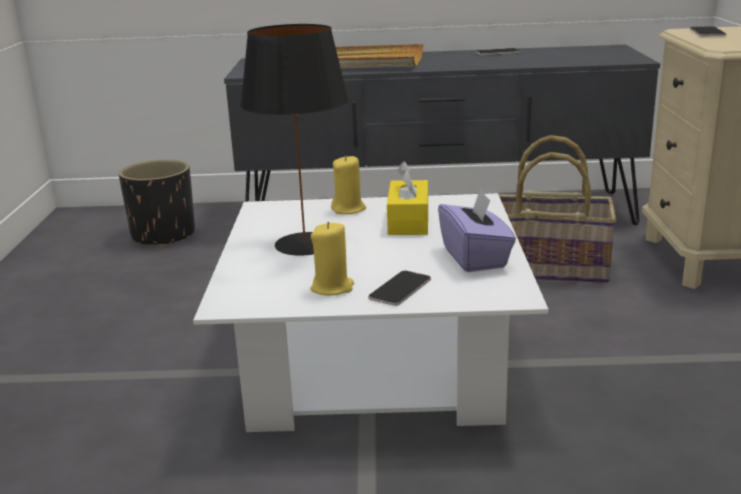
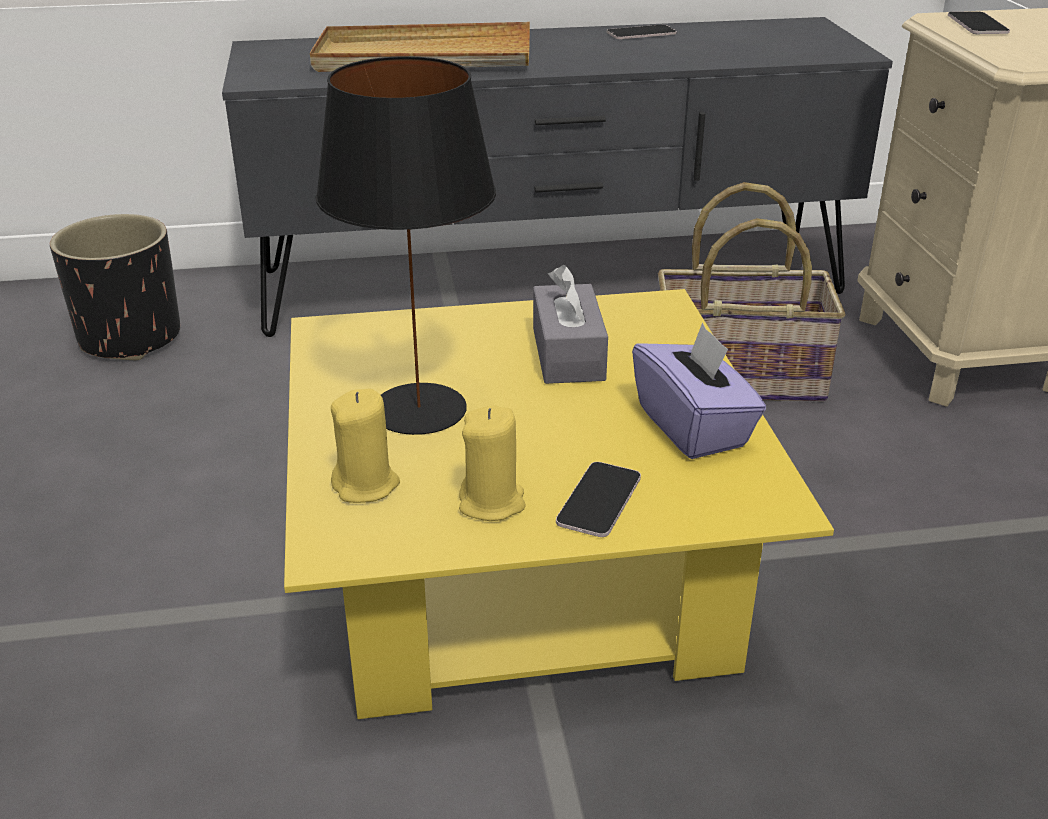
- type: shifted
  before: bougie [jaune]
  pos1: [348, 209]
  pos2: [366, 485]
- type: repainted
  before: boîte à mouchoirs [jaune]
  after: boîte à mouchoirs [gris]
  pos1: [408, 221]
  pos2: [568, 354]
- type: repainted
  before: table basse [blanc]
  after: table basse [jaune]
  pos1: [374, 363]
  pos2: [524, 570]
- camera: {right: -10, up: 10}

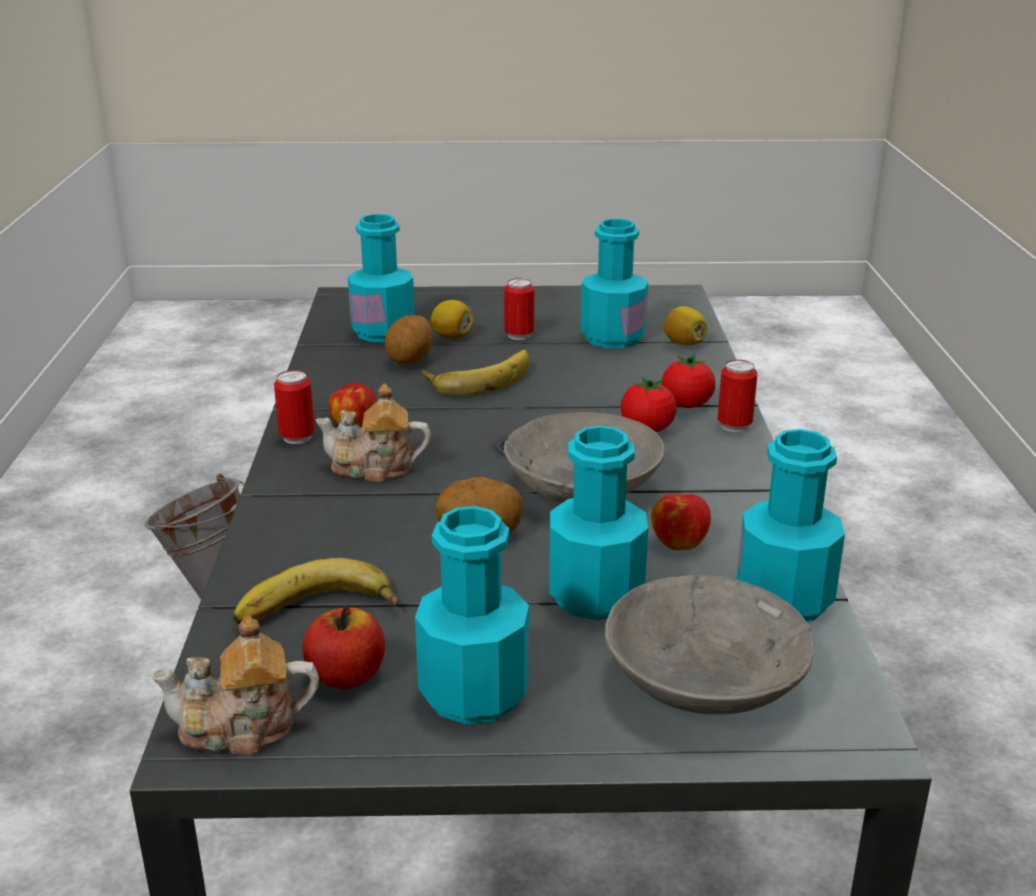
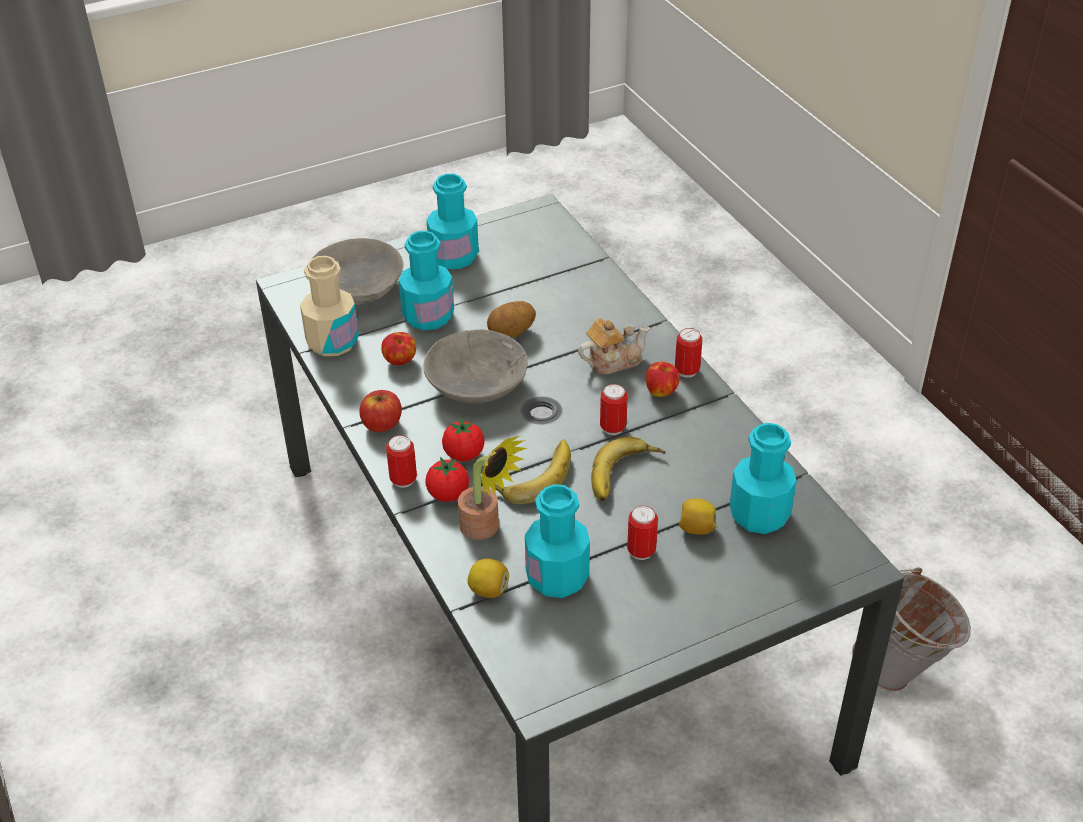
- type: gone
  before: pomme de terre
  pos1: [410, 360]
- type: repainted
  before: bouteille [turquoise]
  after: bouteille [beige]
  pos1: [783, 599]
  pos2: [332, 342]
- type: shifted
  before: banane
  pos1: [318, 613]
  pos2: [533, 475]
- type: shifted
  before: pomme
  pos1: [346, 676]
  pos2: [382, 424]
- type: gone
  before: théière
  pos1: [240, 729]
- type: new
  after: boîte métallique
  pos2: [613, 428]
- type: new
  after: plante en pot
  pos2: [486, 529]
- camera: {right: 155, up: 15}

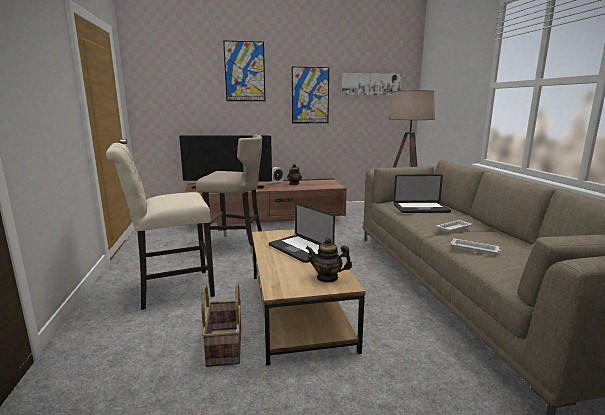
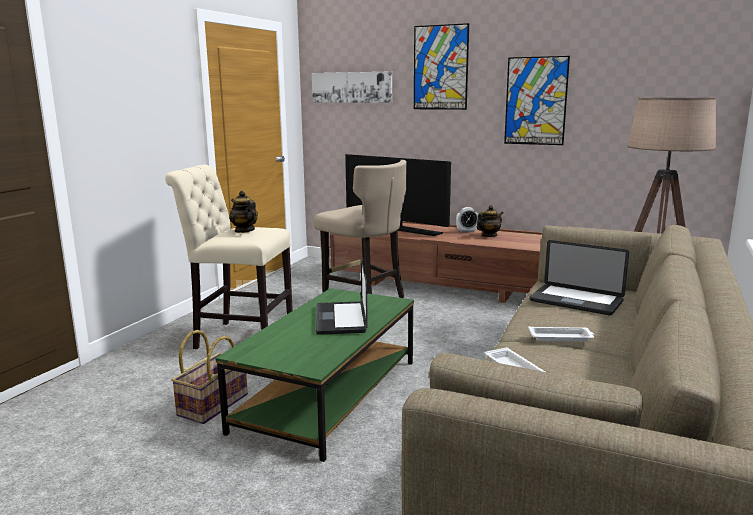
- type: shifted
  before: tableau
  pos1: [371, 84]
  pos2: [352, 87]
- type: repainted
  before: table basse [marron]
  after: table basse [vert]
  pos1: [298, 309]
  pos2: [329, 395]
- type: shifted
  before: théière
  pos1: [327, 277]
  pos2: [244, 230]
- camera: {right: 35, up: 0}

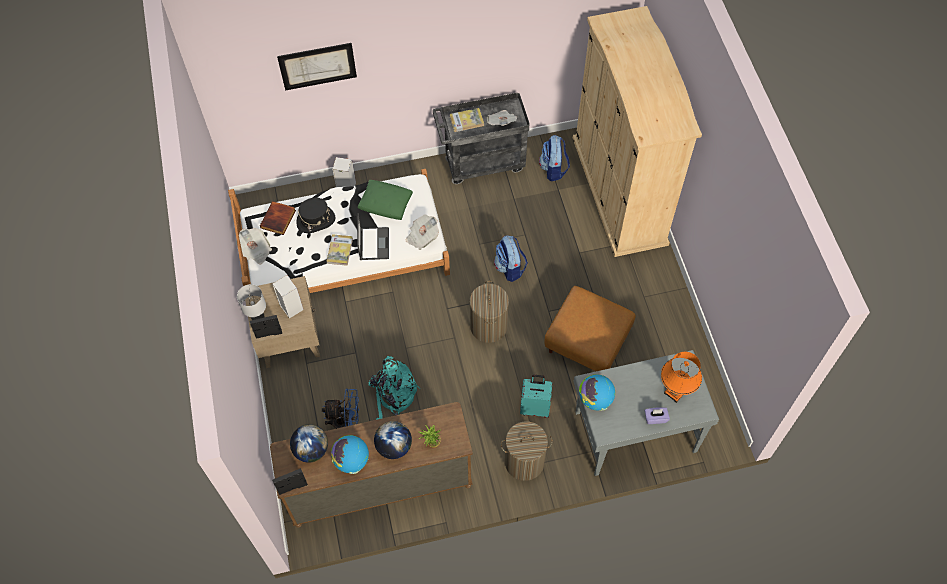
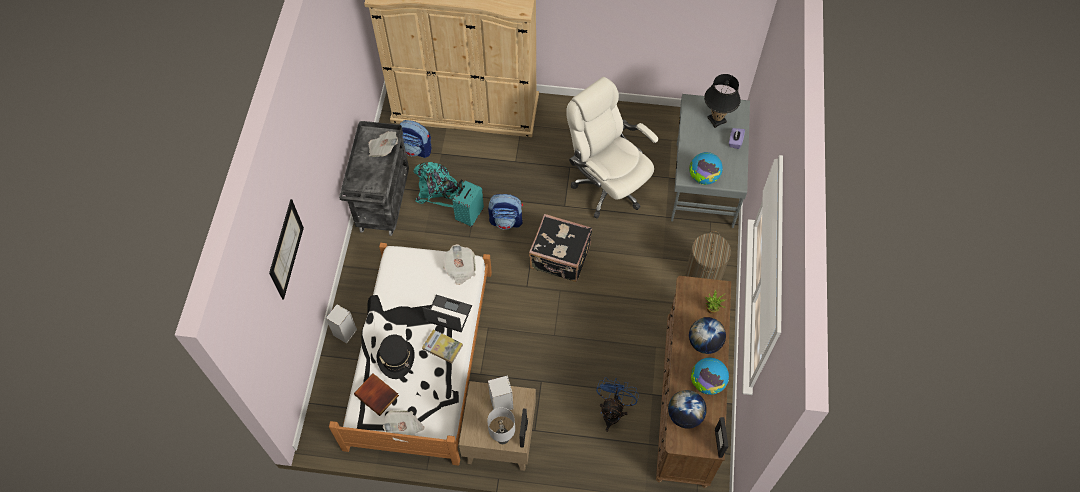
- type: gone
  before: livre
  pos1: [466, 121]
- type: gone
  before: coussin [vert]
  pos1: [386, 204]
- type: swapped
  before: panier à linge
  after: valise [noir]
  pos1: [488, 326]
  pos2: [560, 258]
- type: swapped
  before: pouf [marron]
  after: chaise de bureau [blanc]
  pos1: [588, 342]
  pos2: [607, 187]
- type: repainted
  before: lampe de table [orange]
  after: lampe de table [noir]
  pos1: [675, 392]
  pos2: [716, 120]
- type: shifted
  before: sac à dos [turquoise]
  pos1: [393, 394]
  pos2: [439, 192]
- type: shifted
  before: valise [turquoise]
  pos1: [535, 407]
  pos2: [469, 215]
- camera: {right: -70, up: 0}

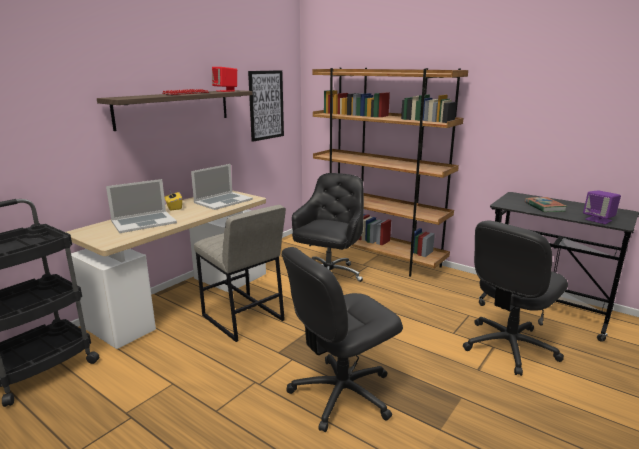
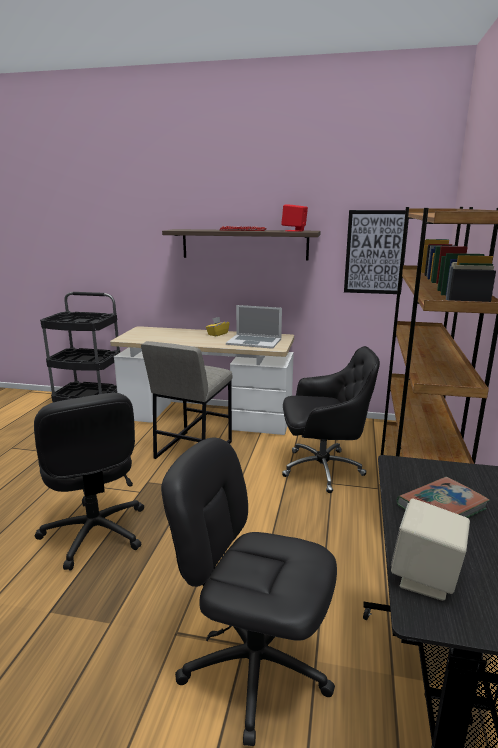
- type: gone
  before: ordinateur portable
  pos1: [144, 222]
- type: repainted
  before: enceinte [violet]
  after: enceinte [beige]
  pos1: [599, 220]
  pos2: [425, 579]
- type: rotated
  before: chaise de bureau [noir]
  pos1: [341, 394]
  pos2: [94, 532]
  turn: -150
- camera: {right: 65, up: 0}

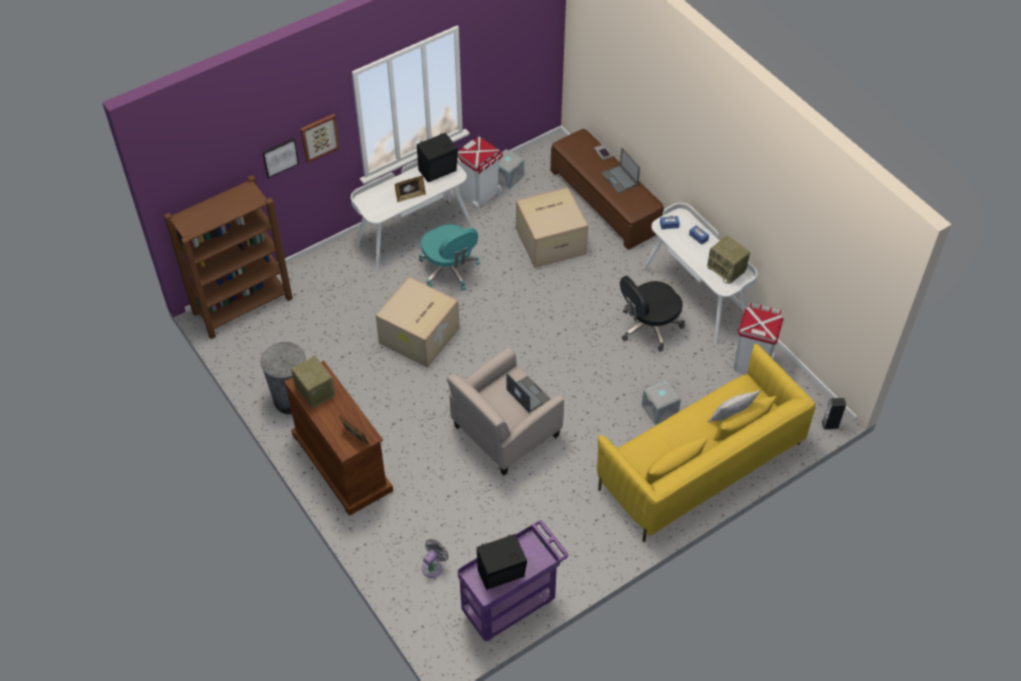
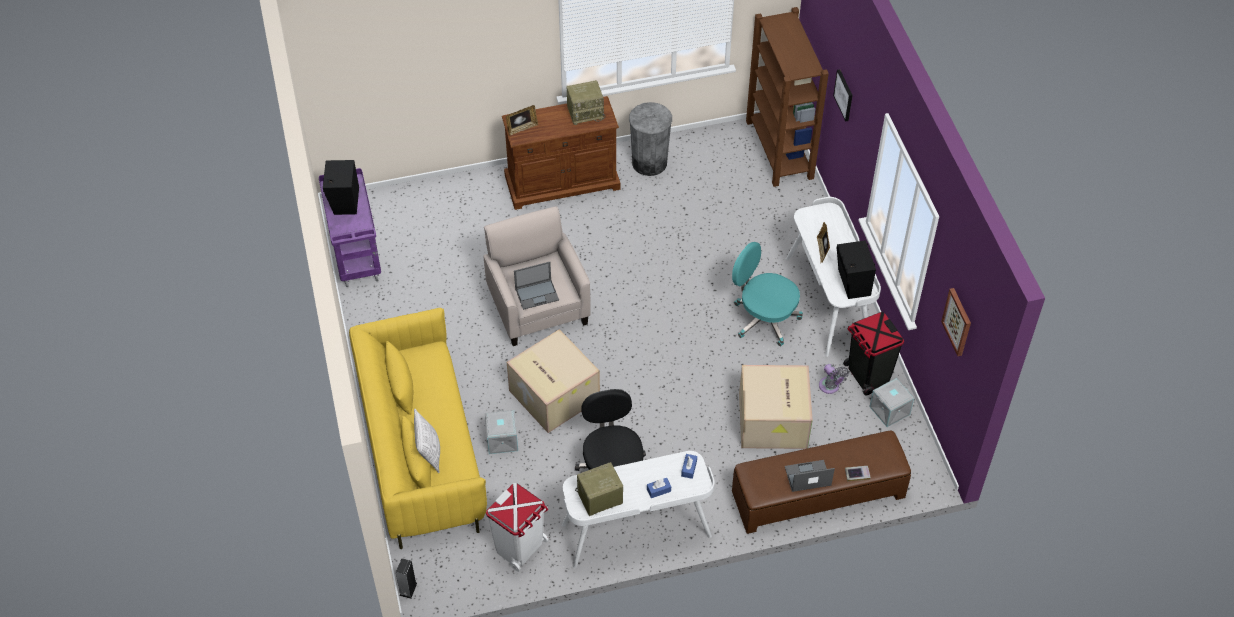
- type: shifted
  before: tableau
  pos1: [319, 137]
  pos2: [957, 321]
- type: repainted
  before: poubelle [blanc]
  after: poubelle [noir]
  pos1: [480, 195]
  pos2: [867, 376]
- type: rotated
  before: chaise de bureau [turquoise]
  pos1: [449, 270]
  pos2: [764, 318]
  turn: 45
- type: shifted
  before: carton
  pos1: [419, 336]
  pos2: [552, 394]
- type: shifted
  before: ventilateur [gris]
  pos1: [433, 566]
  pos2: [830, 387]
- camera: {right: 110, up: 0}

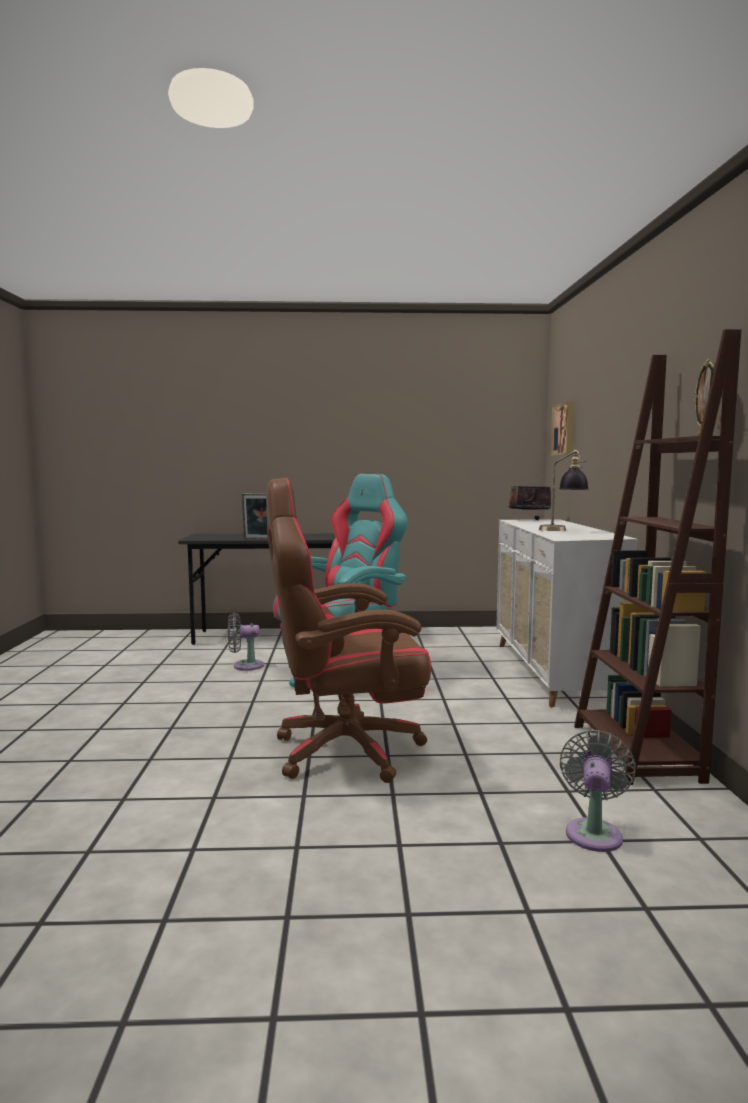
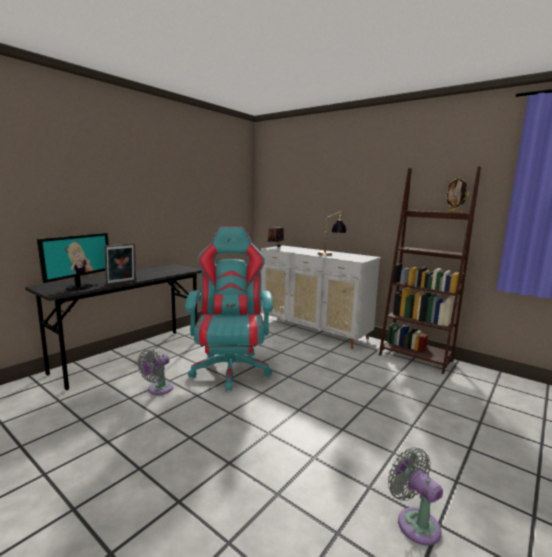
- type: gone
  before: tableau
  pos1: [565, 429]
- type: gone
  before: chaise de bureau [marron]
  pos1: [348, 750]
- type: shifted
  before: ventilateur [gris]
  pos1: [594, 832]
  pos2: [414, 522]
- type: new
  after: écran d'ordinateur
  pos2: [79, 287]
- camera: {right: -50, up: 5}

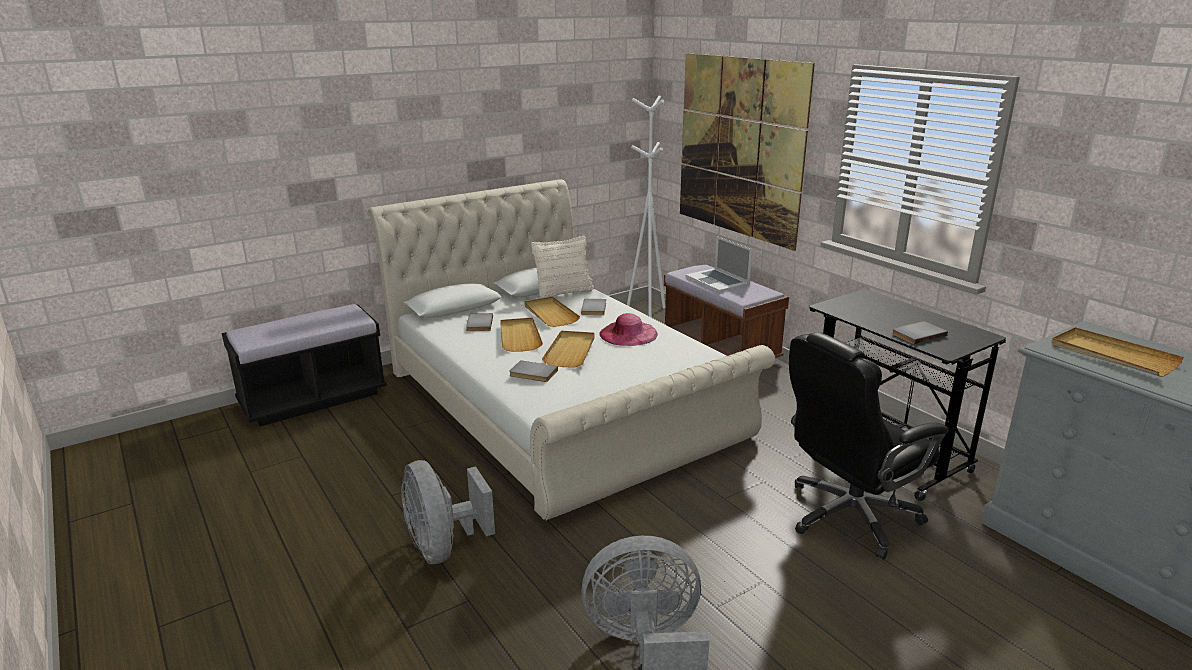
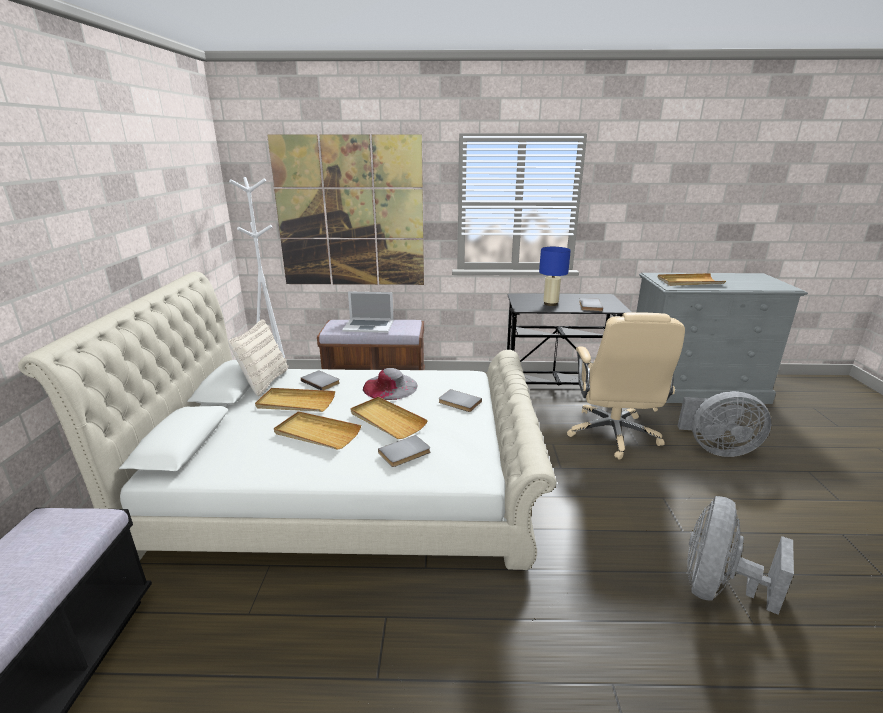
- type: shifted
  before: livre [gris]
  pos1: [478, 324]
  pos2: [459, 402]
- type: repainted
  before: chapeau [rose]
  after: chapeau [gris]
  pos1: [628, 334]
  pos2: [390, 387]
- type: repainted
  before: chaise de bureau [noir]
  after: chaise de bureau [beige]
  pos1: [849, 516]
  pos2: [613, 434]
- type: shifted
  before: ventilateur [gris]
  pos1: [443, 547]
  pos2: [716, 448]
- type: new
  after: lampe de table [bleu]
  pos2: [550, 303]
- camera: {right: -55, up: 0}

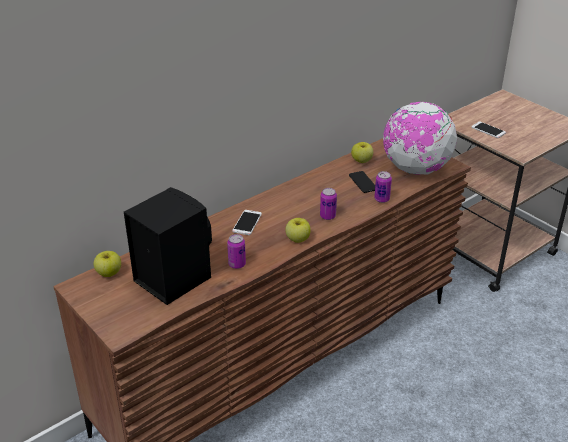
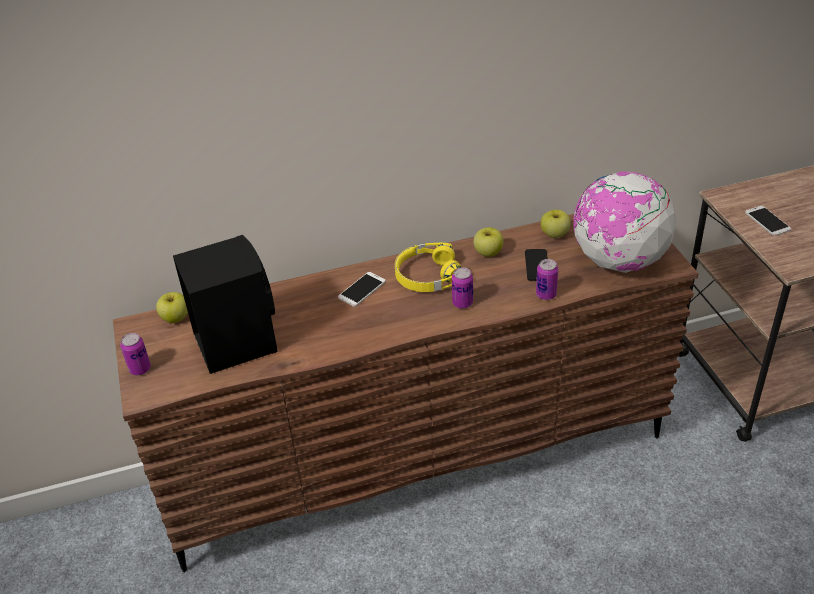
- type: shifted
  before: pomme
  pos1: [297, 239]
  pos2: [488, 252]
- type: shifted
  before: boîte métallique
  pos1: [237, 264]
  pos2: [140, 369]
- type: new
  after: casque audio [jaune]
  pos2: [427, 276]
- camera: {right: 25, up: 5}

